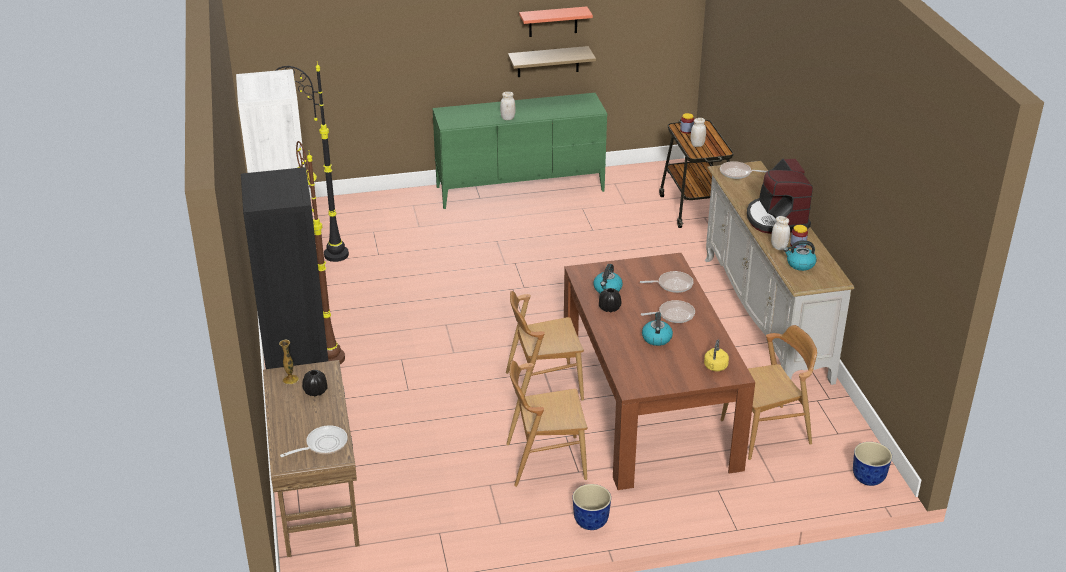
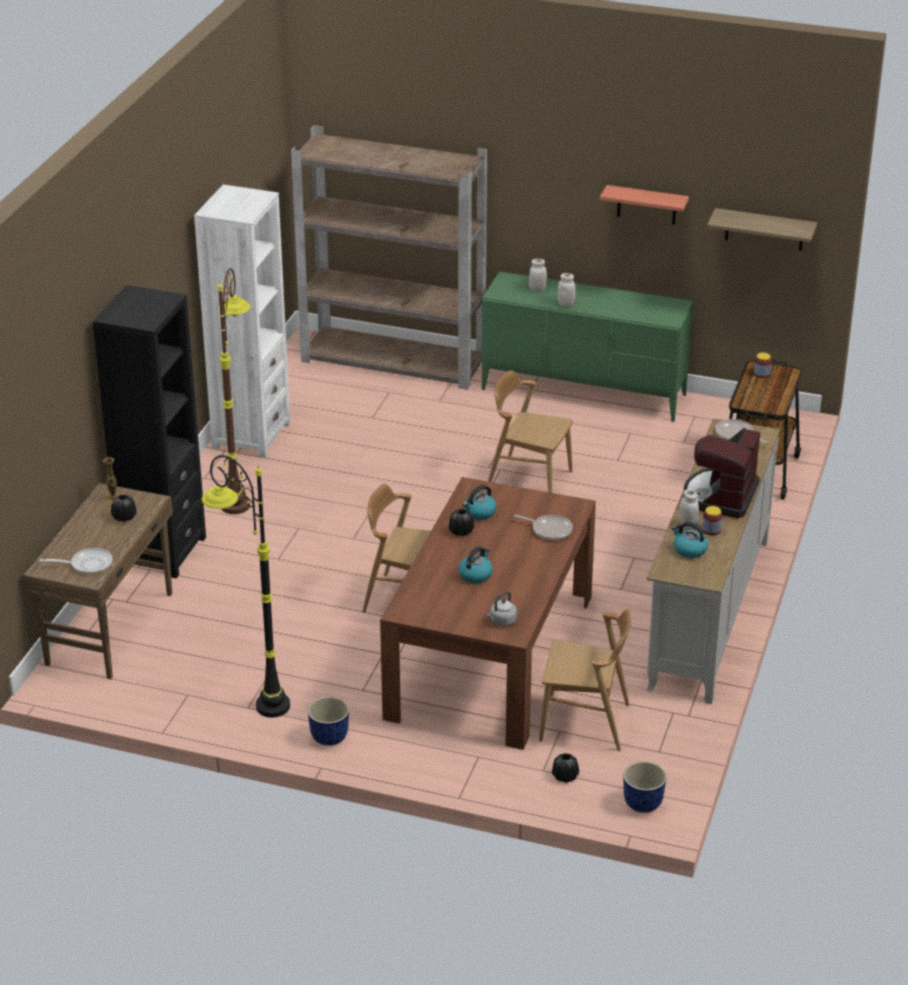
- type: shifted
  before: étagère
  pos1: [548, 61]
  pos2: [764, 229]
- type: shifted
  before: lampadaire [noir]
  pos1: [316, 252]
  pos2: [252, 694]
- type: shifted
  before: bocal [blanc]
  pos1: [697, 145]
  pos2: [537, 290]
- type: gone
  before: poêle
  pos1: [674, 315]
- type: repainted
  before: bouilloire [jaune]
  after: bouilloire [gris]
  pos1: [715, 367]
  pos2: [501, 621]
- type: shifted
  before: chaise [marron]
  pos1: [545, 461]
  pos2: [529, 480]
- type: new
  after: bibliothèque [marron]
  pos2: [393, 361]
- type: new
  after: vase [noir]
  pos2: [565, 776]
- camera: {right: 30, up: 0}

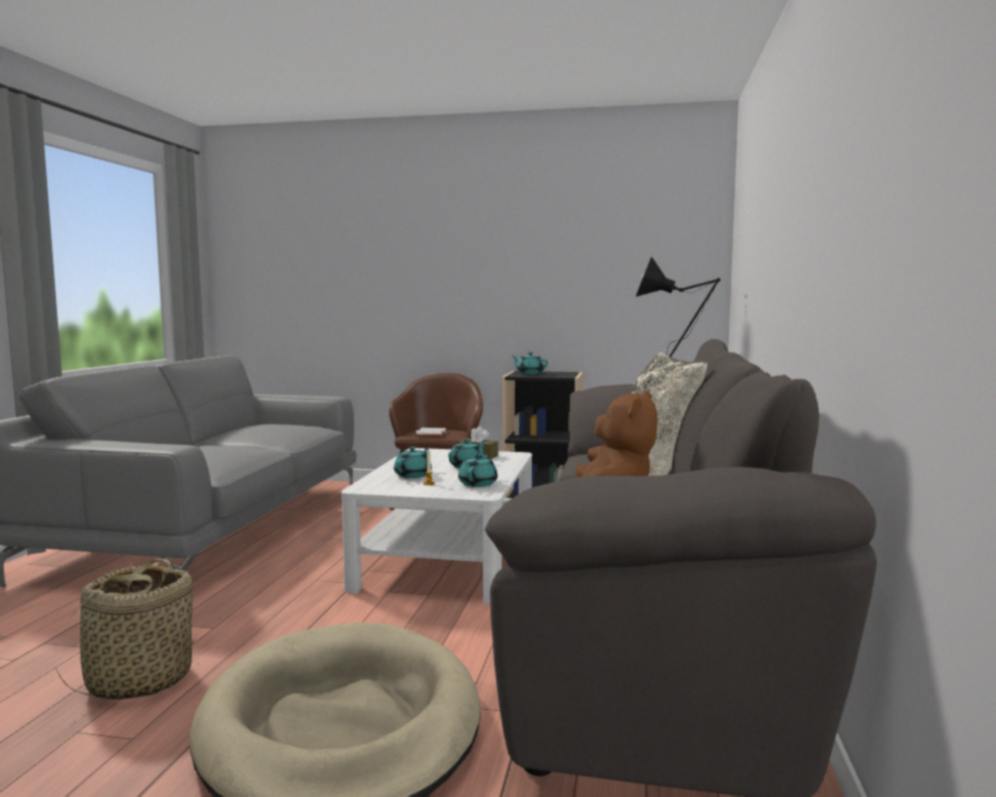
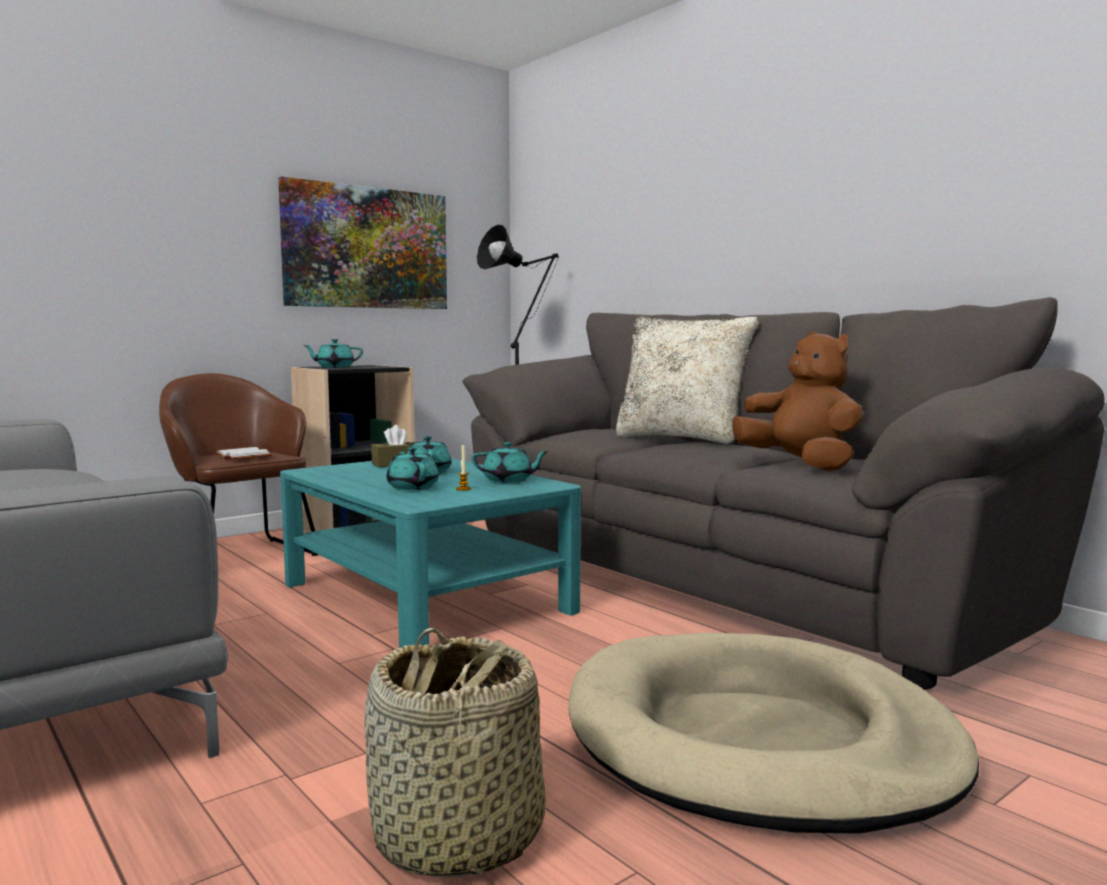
- type: repainted
  before: table basse [blanc]
  after: table basse [turquoise]
  pos1: [447, 559]
  pos2: [424, 597]
- type: rotated
  before: théière [turquoise]
  pos1: [478, 484]
  pos2: [509, 480]
  turn: 135
- type: new
  after: tableau
  pos2: [367, 248]
- camera: {right: -50, up: 0}

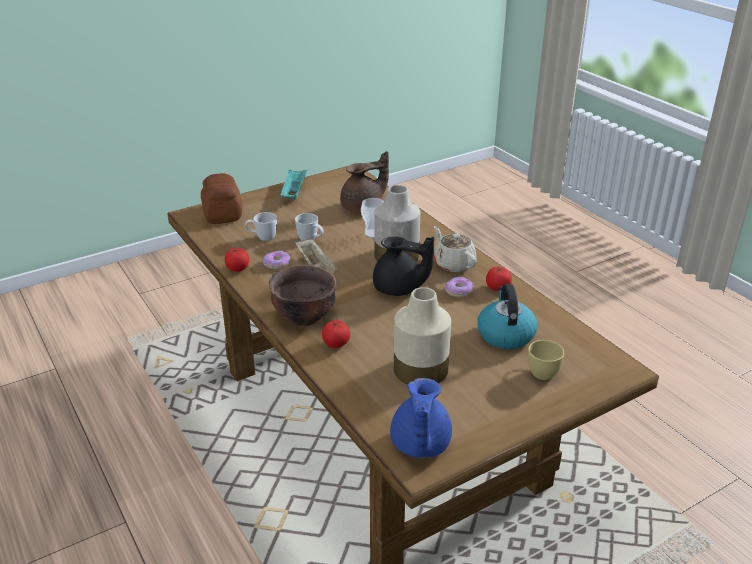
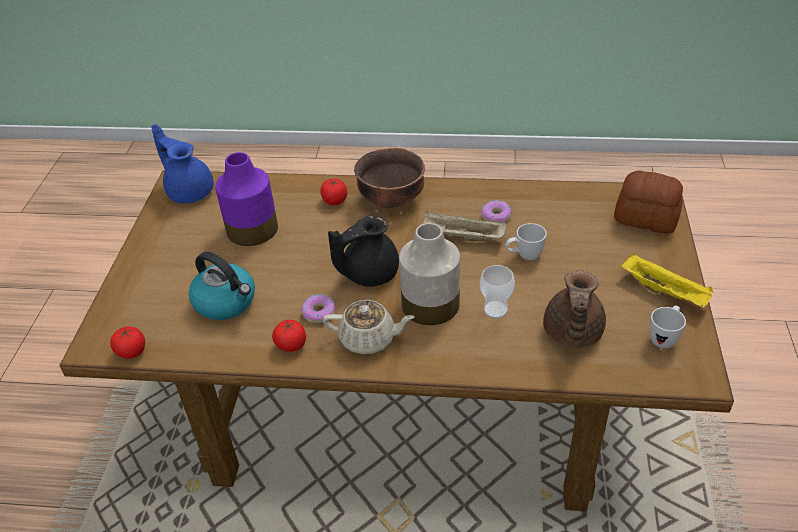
- type: repainted
  before: plateau [turquoise]
  after: plateau [jaune]
  pos1: [294, 192]
  pos2: [665, 292]
- type: shifted
  before: mug [blanc]
  pos1: [262, 238]
  pos2: [664, 337]
- type: shifted
  before: tomate
  pos1: [237, 268]
  pos2: [132, 351]
- type: repainted
  before: vase [beige]
  after: vase [violet]
  pos1: [421, 369]
  pos2: [251, 229]
- type: gone
  before: tasse [jaune]
  pos1: [541, 371]
- camera: {right: 130, up: 10}

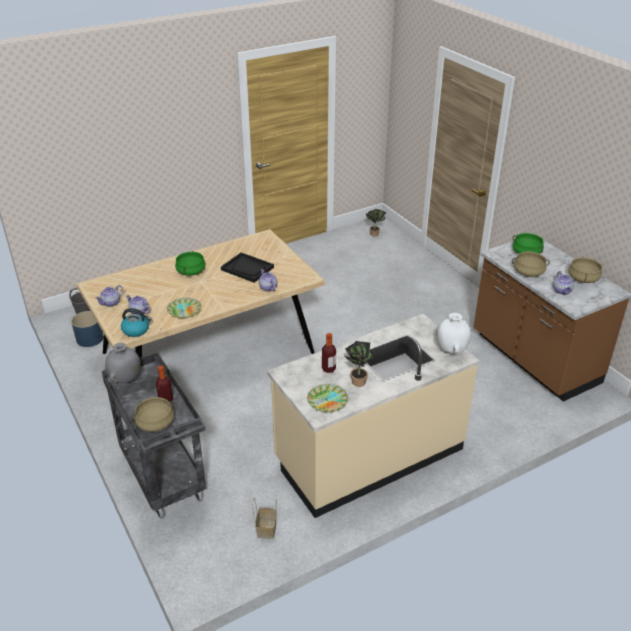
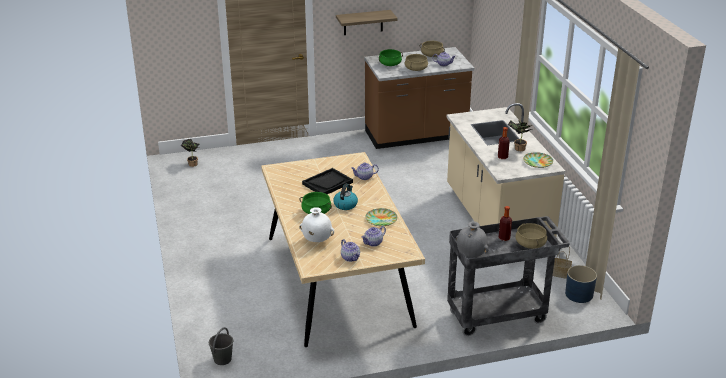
- type: shifted
  before: bouilloire
  pos1: [136, 330]
  pos2: [345, 204]
- type: shifted
  before: cache-pot [bleu]
  pos1: [89, 339]
  pos2: [579, 294]
- type: shifted
  before: vase [blanc]
  pos1: [451, 350]
  pos2: [316, 241]
- type: new
  after: étagère
  pos2: [363, 22]
- camera: {right: -75, up: -5}

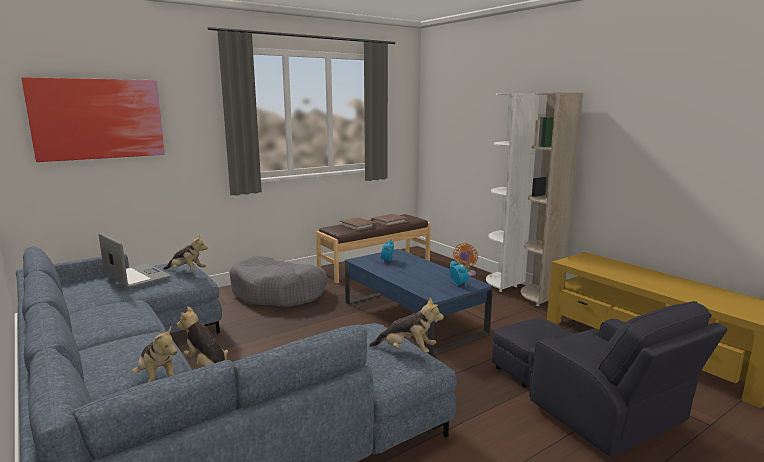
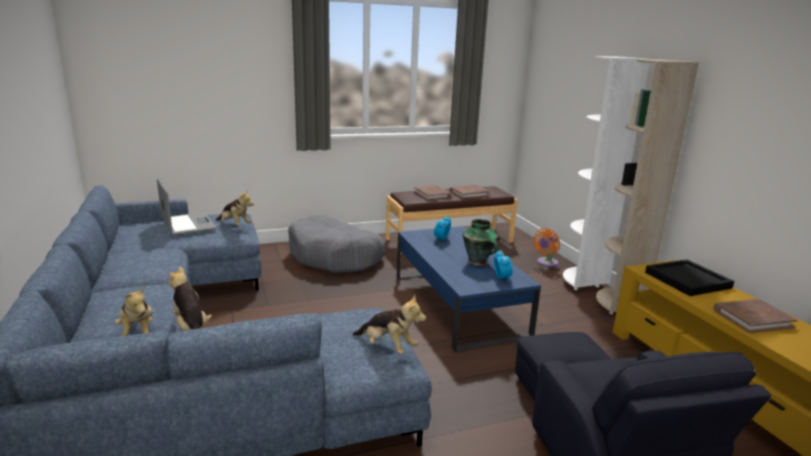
- type: gone
  before: tableau
  pos1: [98, 119]
- type: new
  after: vase
  pos2: [478, 262]
- type: new
  after: plateau [noir]
  pos2: [687, 280]
- type: new
  after: livre [marron]
  pos2: [752, 318]
- camera: {right: 15, up: 5}

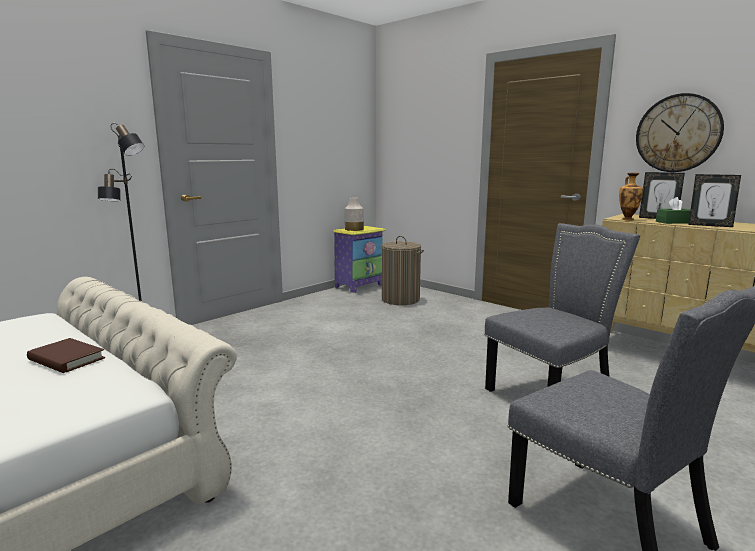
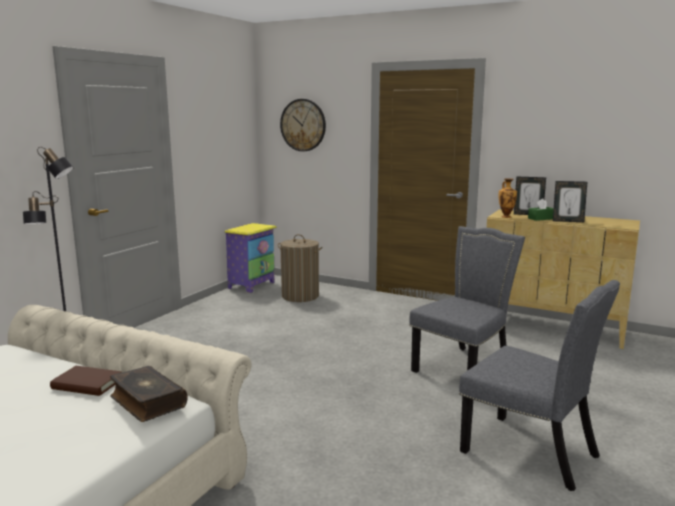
- type: shifted
  before: horloge murale
  pos1: [678, 133]
  pos2: [303, 125]
- type: gone
  before: vase [beige]
  pos1: [354, 229]
- type: new
  after: livre
  pos2: [147, 402]
- camera: {right: -15, up: 0}

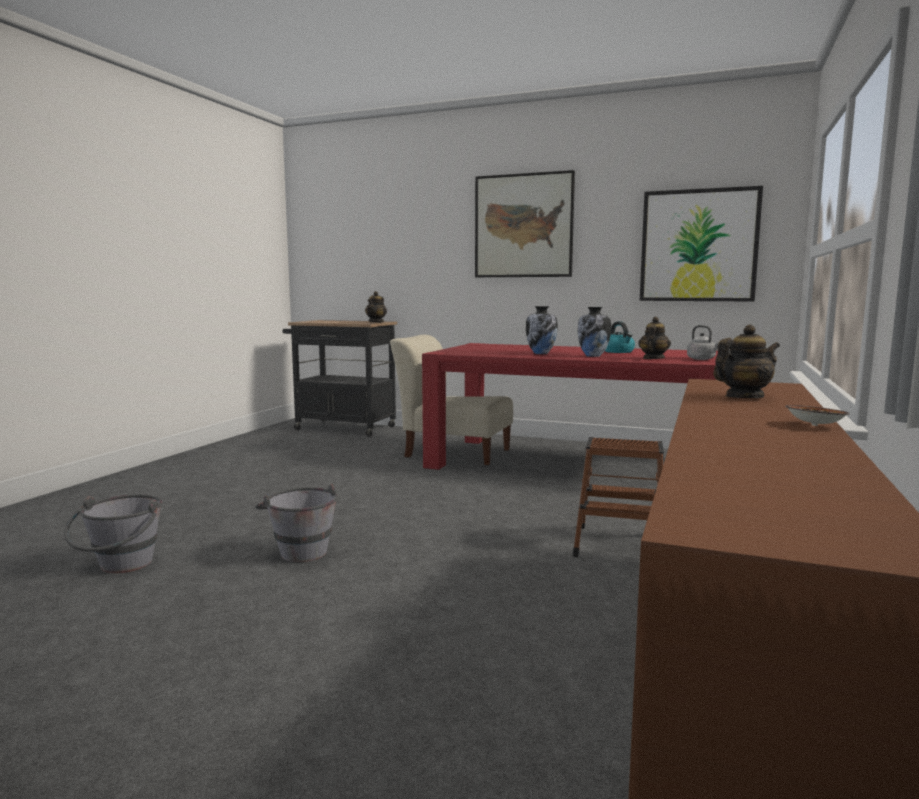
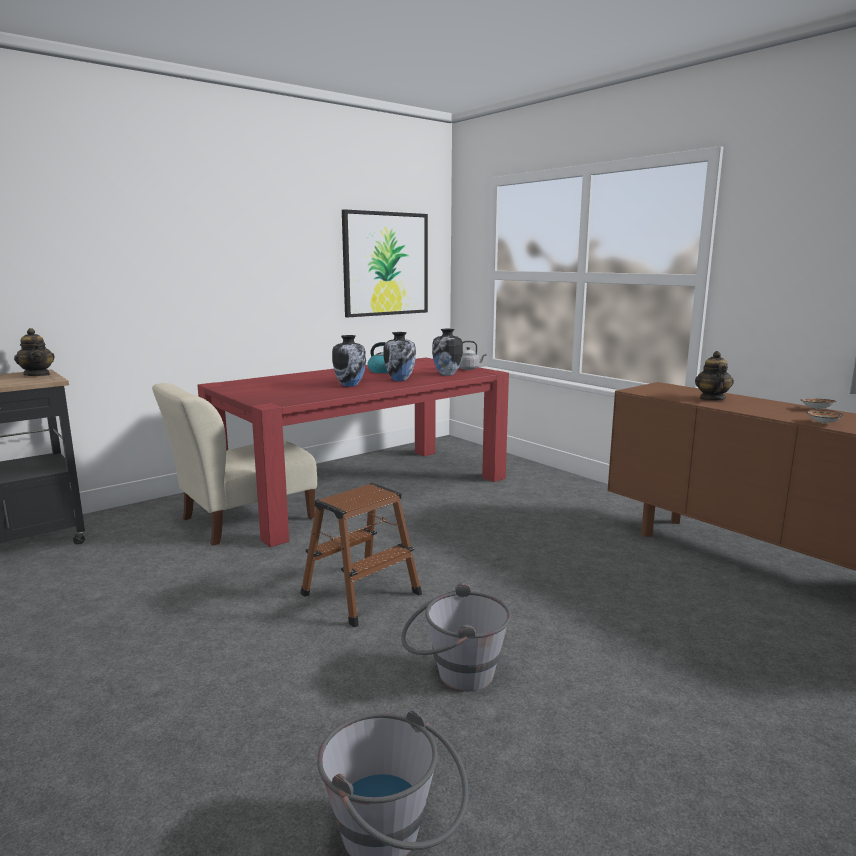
- type: gone
  before: tableau
  pos1: [523, 226]
- type: swapped
  before: théière
  after: vase
  pos1: [653, 359]
  pos2: [447, 374]
- type: shifted
  before: escabeau [marron]
  pos1: [620, 544]
  pos2: [361, 593]
- type: new
  after: bol
  pos2: [822, 423]
- camera: {right: -60, up: 5}

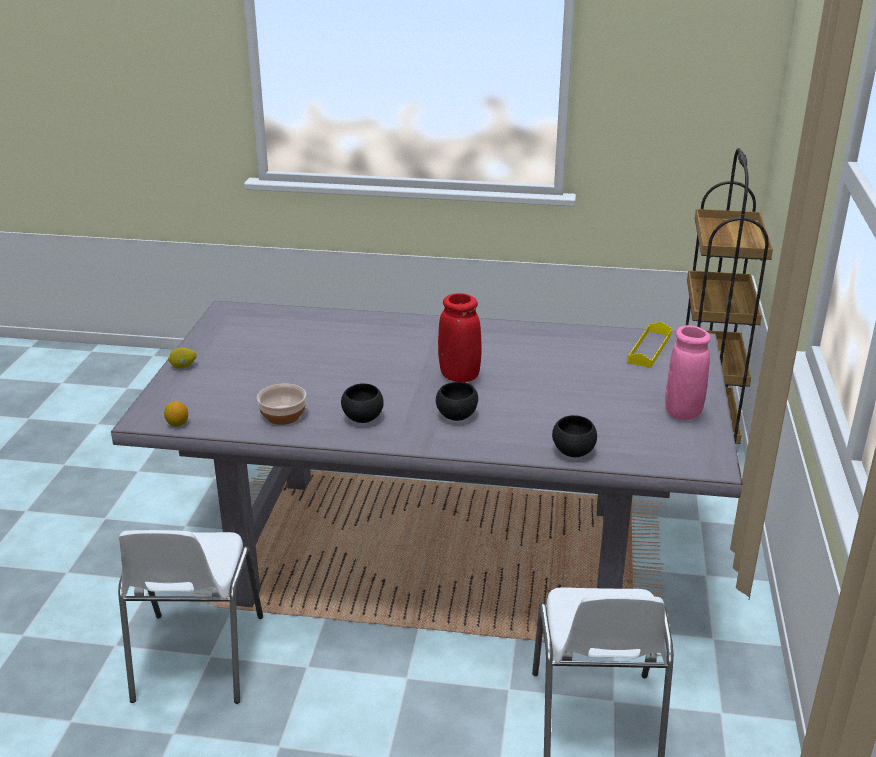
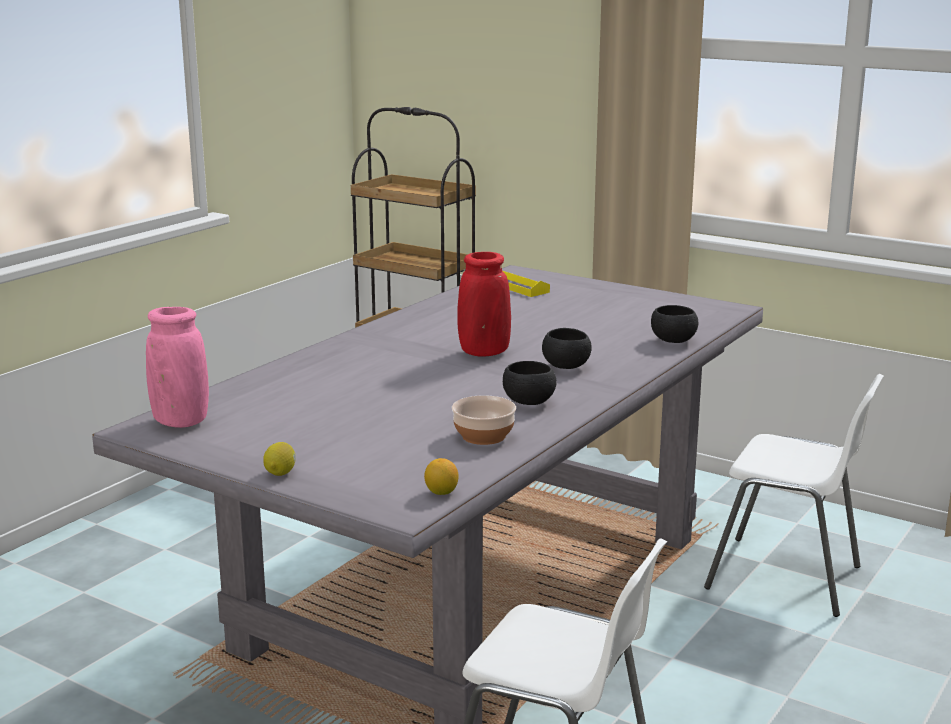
- type: shifted
  before: vase [rose]
  pos1: [682, 412]
  pos2: [181, 421]
- camera: {right: -65, up: -10}

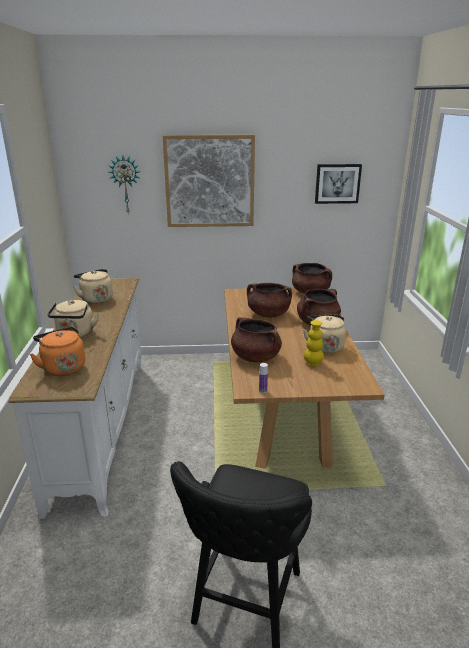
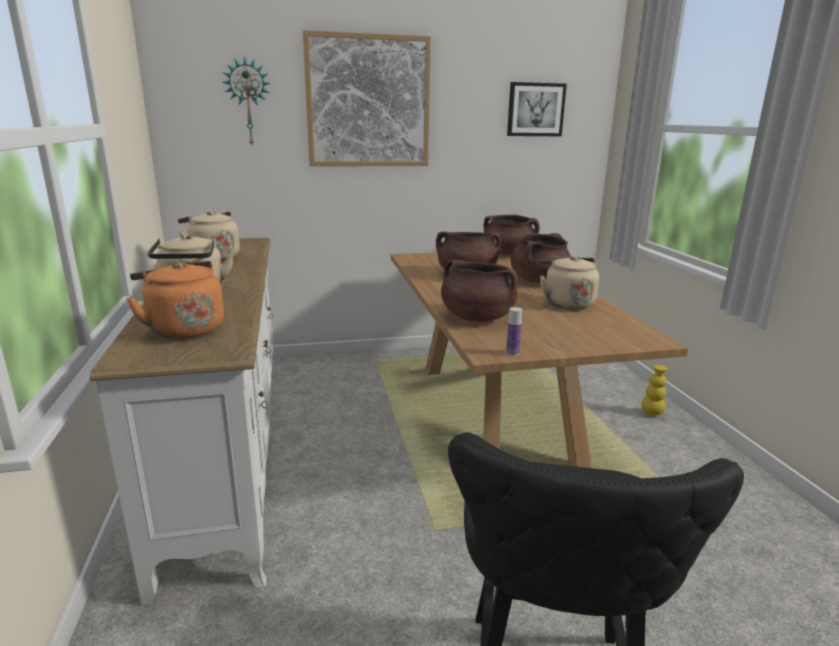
- type: shifted
  before: vase [jaune]
  pos1: [313, 363]
  pos2: [652, 413]
- camera: {right: -10, up: -5}

